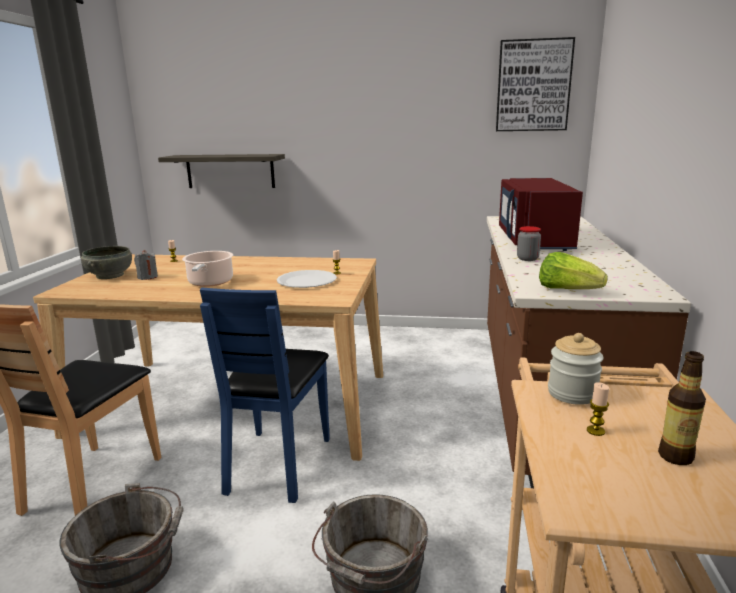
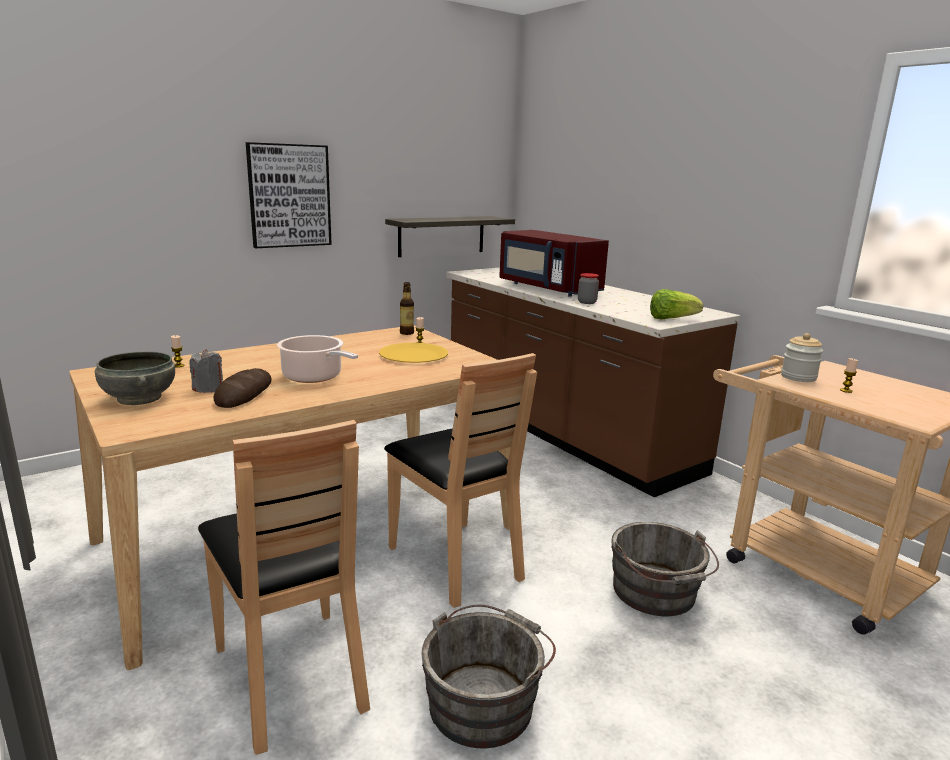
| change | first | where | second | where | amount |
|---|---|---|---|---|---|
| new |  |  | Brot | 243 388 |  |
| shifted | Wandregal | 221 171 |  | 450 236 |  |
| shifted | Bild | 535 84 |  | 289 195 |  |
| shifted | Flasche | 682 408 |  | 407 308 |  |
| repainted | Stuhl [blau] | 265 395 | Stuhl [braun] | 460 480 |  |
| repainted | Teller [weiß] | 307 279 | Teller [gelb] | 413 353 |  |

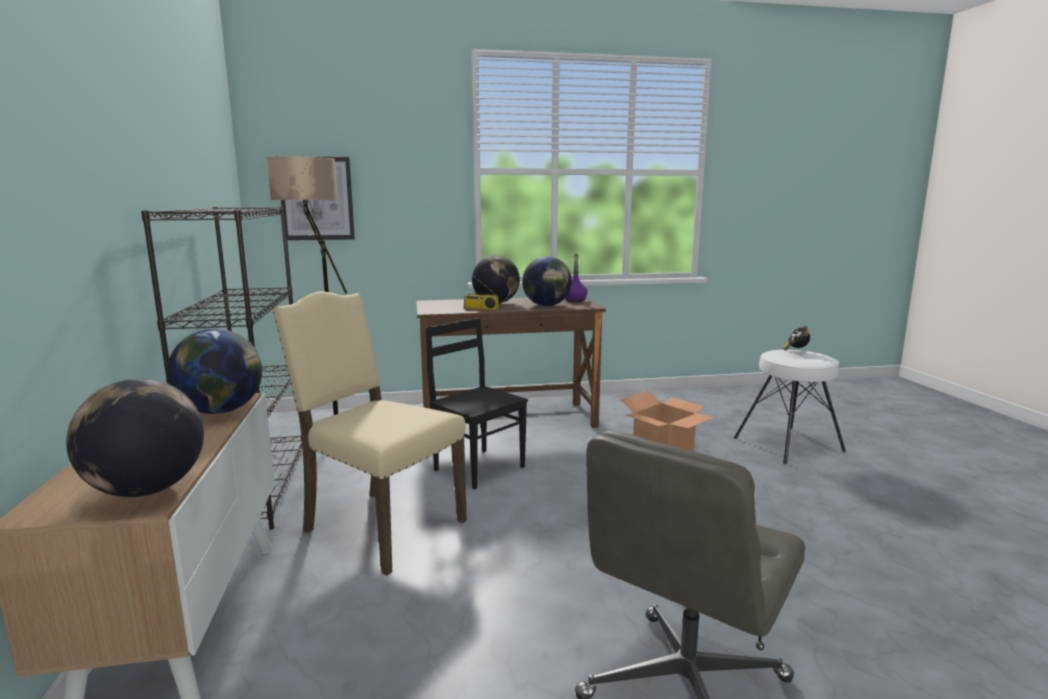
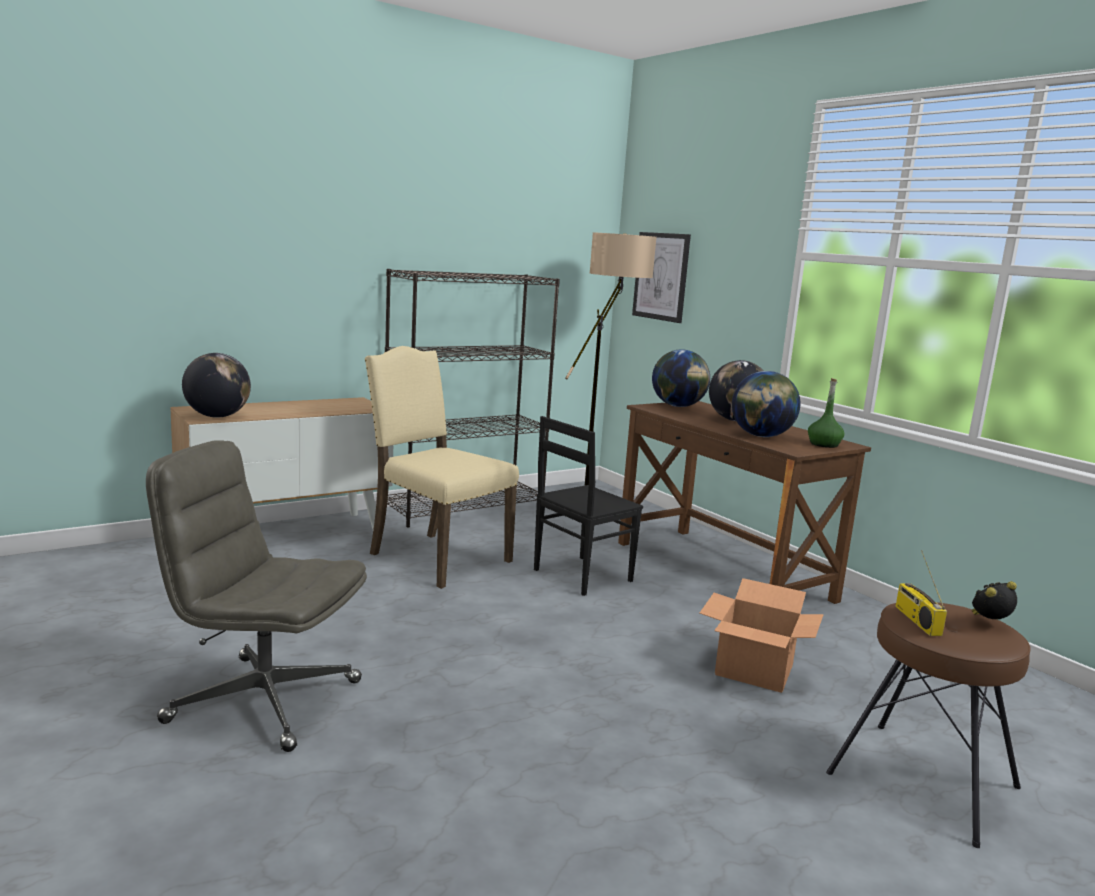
| change | first | where | second | where | amount |
|---|---|---|---|---|---|
| shifted | Globus | 214 371 |  | 681 378 |  |
| shifted | Radio | 481 292 |  | 921 593 |  |
| repainted | Flasche [lila] | 576 278 | Flasche [grün] | 826 413 |  |
| repainted | Hocker [weiß] | 790 407 | Hocker [braun] | 928 725 |  |
| rotated | Stuhl [beige] | 369 433 |  | 442 467 | 60 degrees counterclockwise |
| rotated | Stuhl [schwarz] | 477 403 |  | 588 506 | 150 degrees counterclockwise |

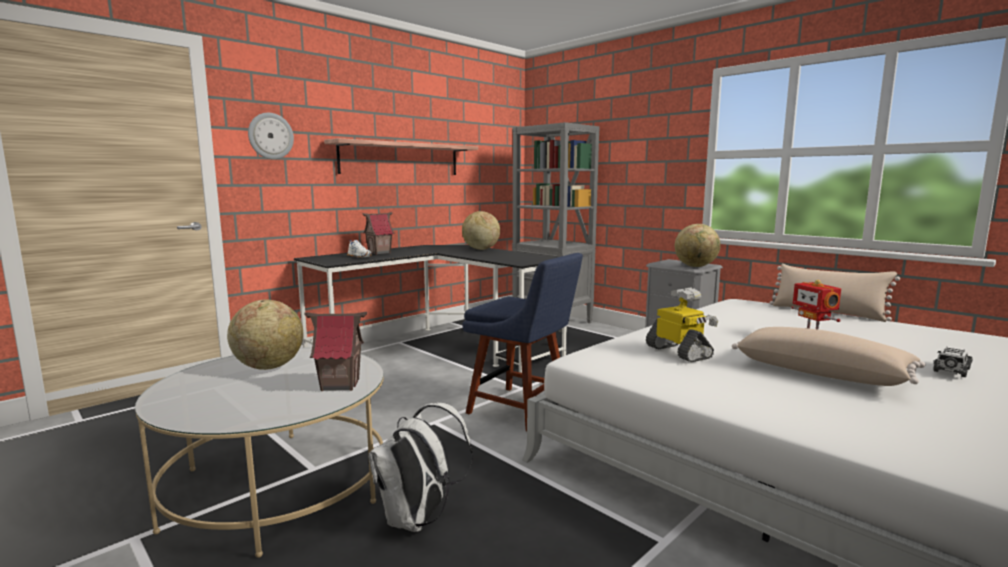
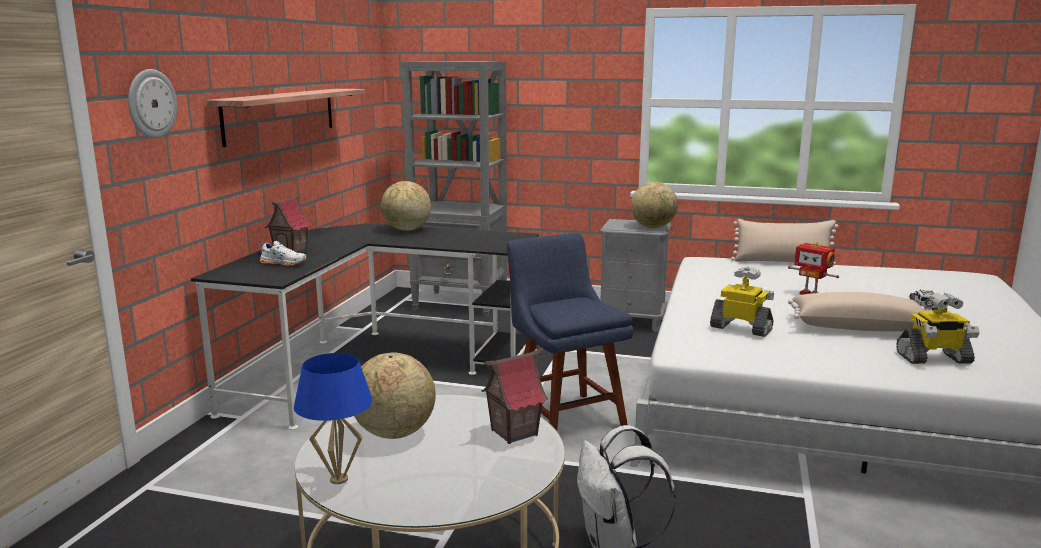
| change | first | where | second | where | amount |
|---|---|---|---|---|---|
| new |  |  | Tischlampe [blau] | 333 418 |  |
| new |  |  | Spielzeugroboter | 938 328 |  |
| rotated | Stuhl [blau] | 522 342 |  | 570 332 | 120 degrees counterclockwise |

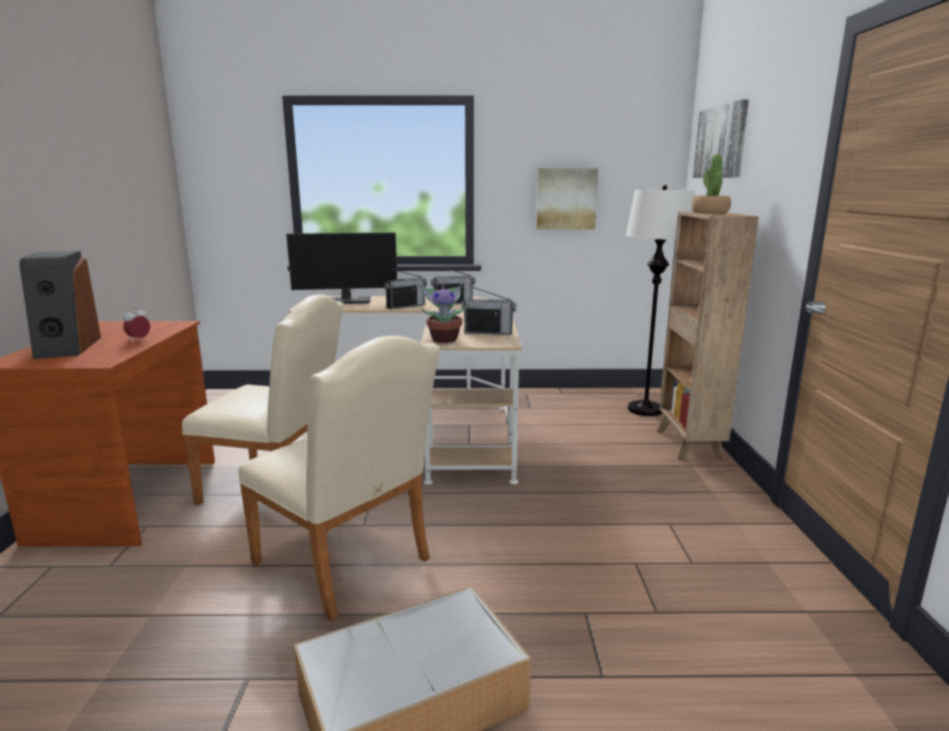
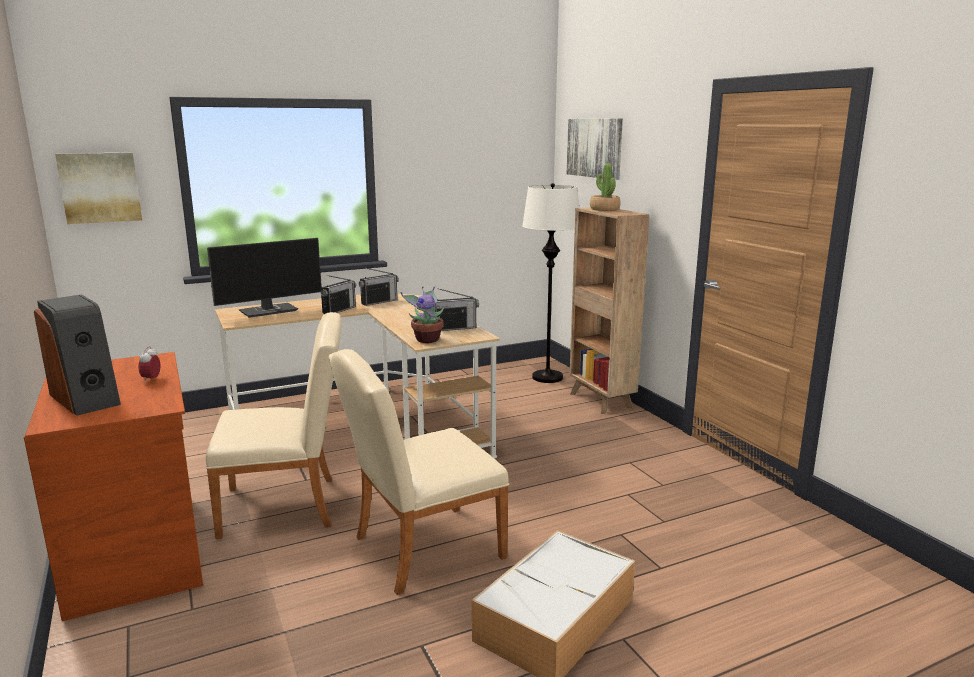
| change | first | where | second | where | amount |
|---|---|---|---|---|---|
| shifted | Bild | 567 198 |  | 98 188 |  |
| rotated | Stuhl [beige] | 339 478 |  | 419 472 | 135 degrees clockwise |

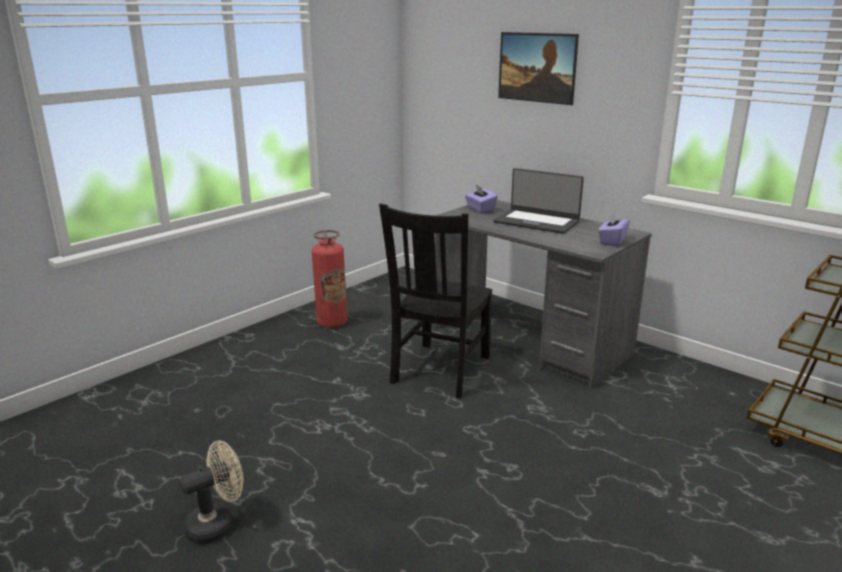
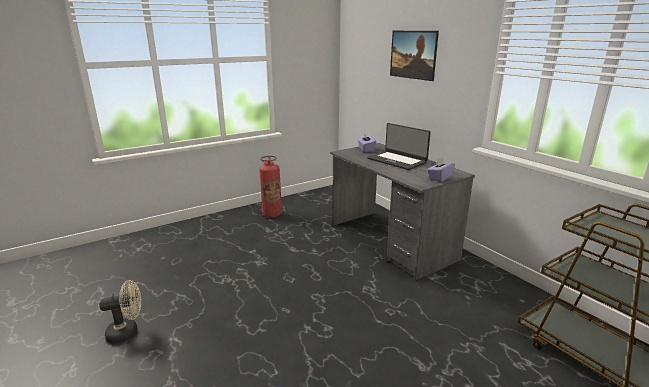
| change | first | where | second | where | amount |
|---|---|---|---|---|---|
| gone | Stuhl [schwarz] | 436 300 |  |  |  |

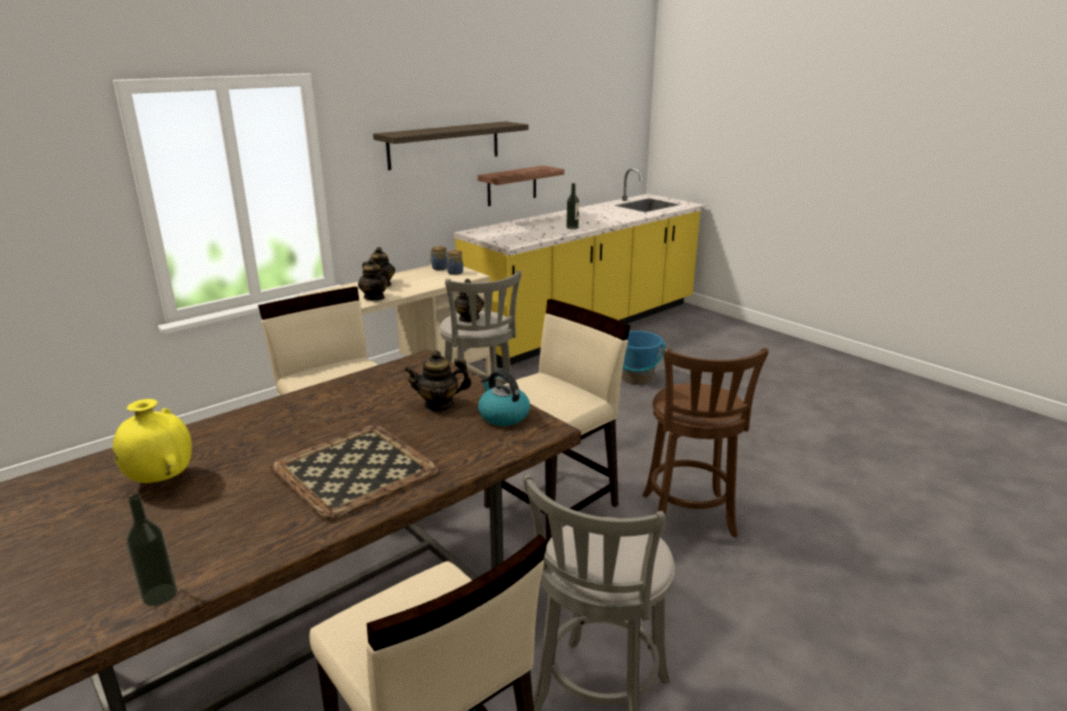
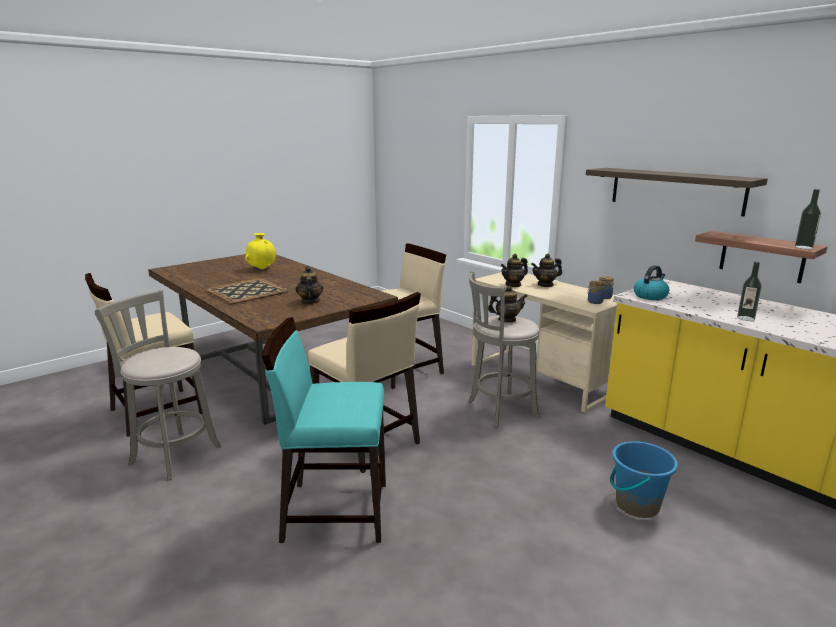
| change | first | where | second | where | amount |
|---|---|---|---|---|---|
| shifted | Flasche | 151 550 |  | 808 219 |  |
| shifted | Wasserkessel | 504 398 |  | 651 282 |  |
| swapped | Hocker [braun] | 705 443 | Stuhl [türkis] | 324 430 |  |

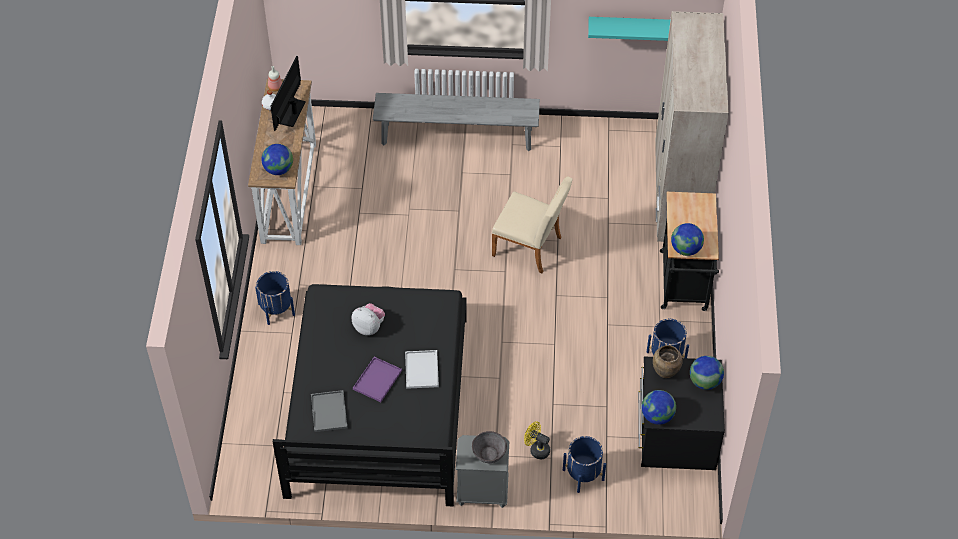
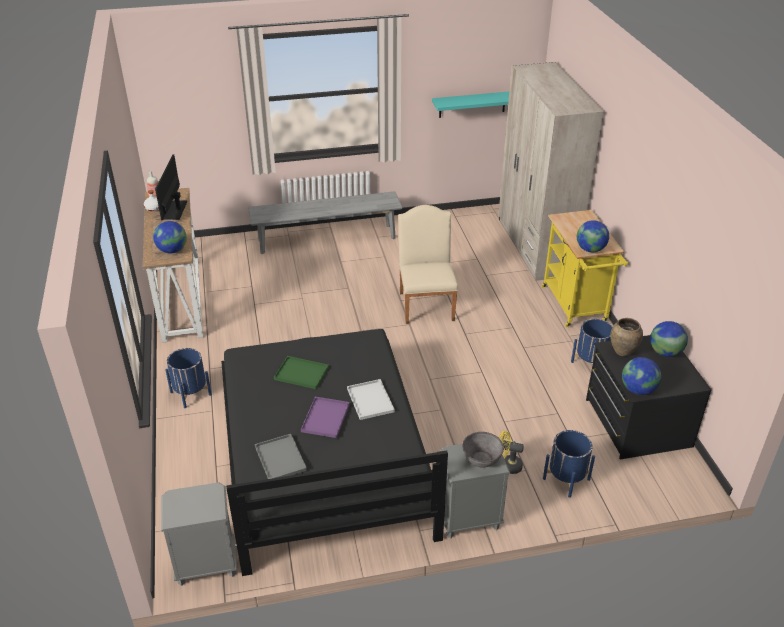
| change | first | where | second | where | amount |
|---|---|---|---|---|---|
| new |  |  | Nachttisch [grau] | 199 534 |  |
| swapped | Plüschtier | 368 319 | Tablett [grün] | 301 372 |  |
| repainted | Rollwagen [schwarz] | 689 251 | Rollwagen [gelb] | 584 268 |  |
| rotated | Stuhl [beige] | 532 225 |  | 428 264 | 105 degrees counterclockwise |

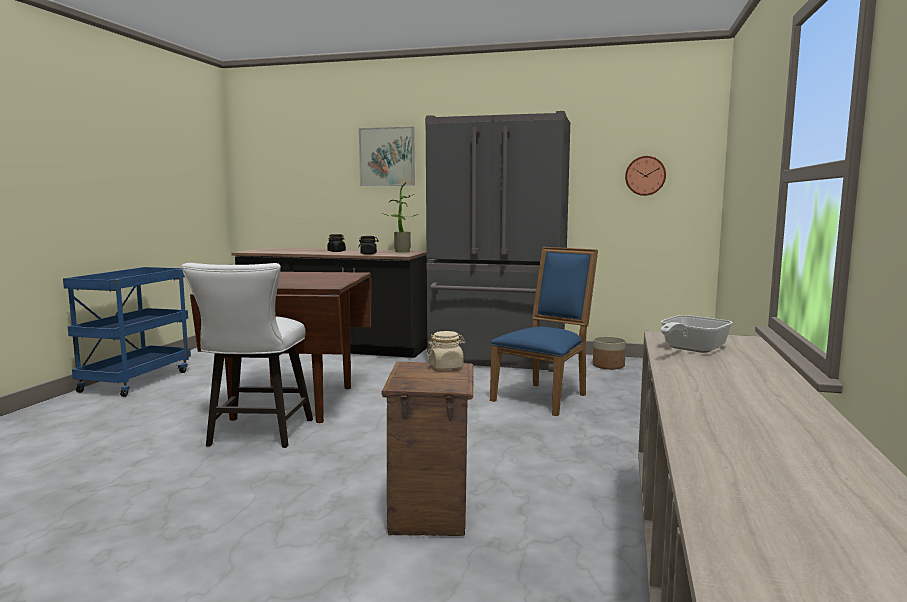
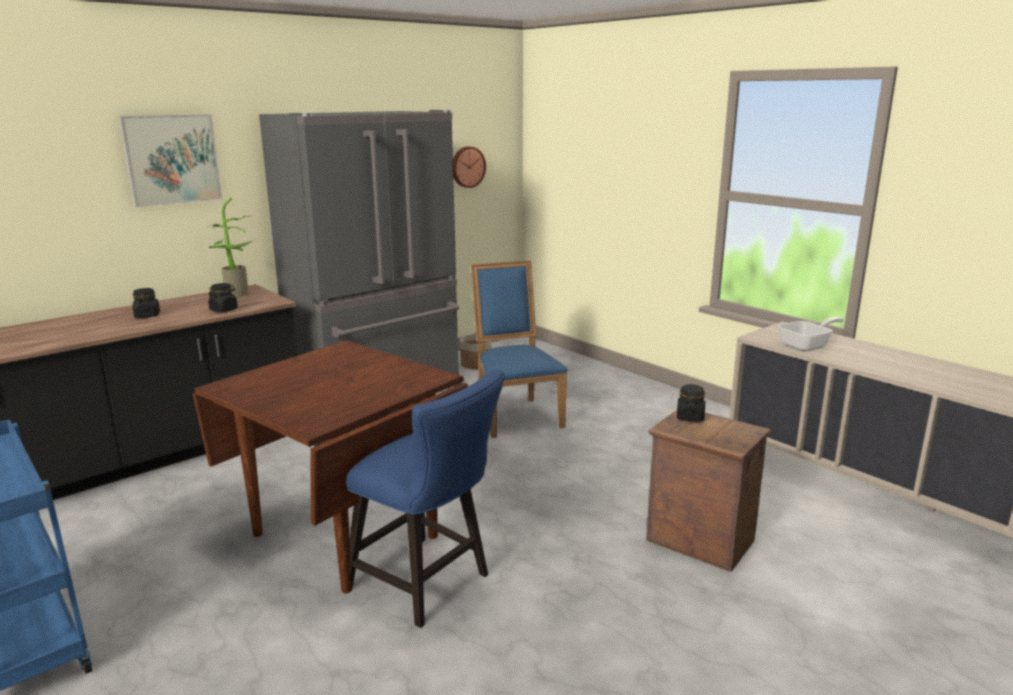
| change | first | where | second | where | amount |
|---|---|---|---|---|---|
| repainted | Stuhl [weiß] | 247 355 | Stuhl [blau] | 425 499 |  |
| repainted | Vorratsglas [beige] | 446 350 | Vorratsglas [schwarz] | 691 403 |  |
| rotated | Pfanne | 697 334 |  | 811 334 | 105 degrees counterclockwise |

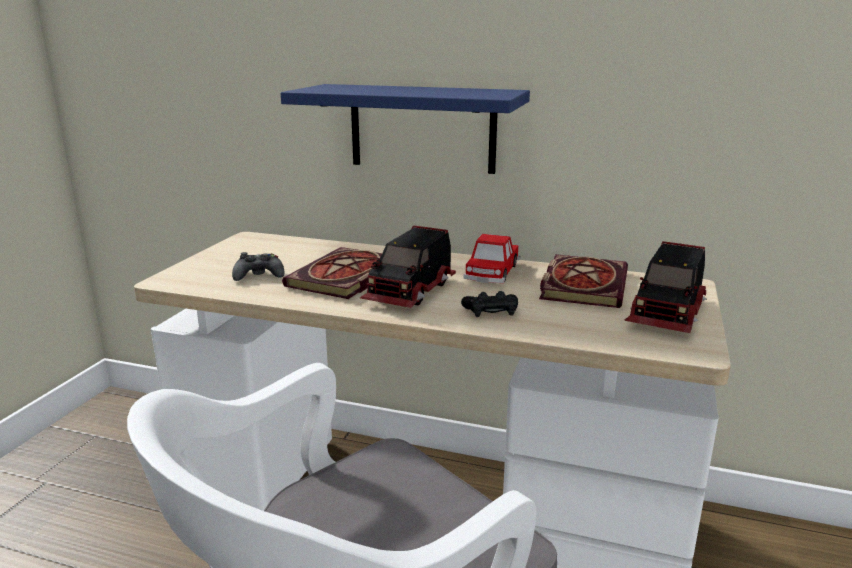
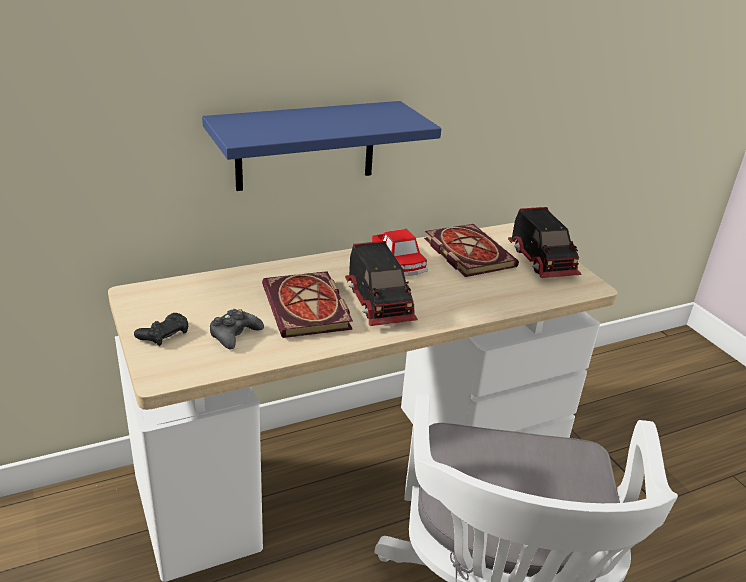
| change | first | where | second | where | amount |
|---|---|---|---|---|---|
| shifted | Gamepad [schwarz] | 489 304 |  | 161 329 |  |

